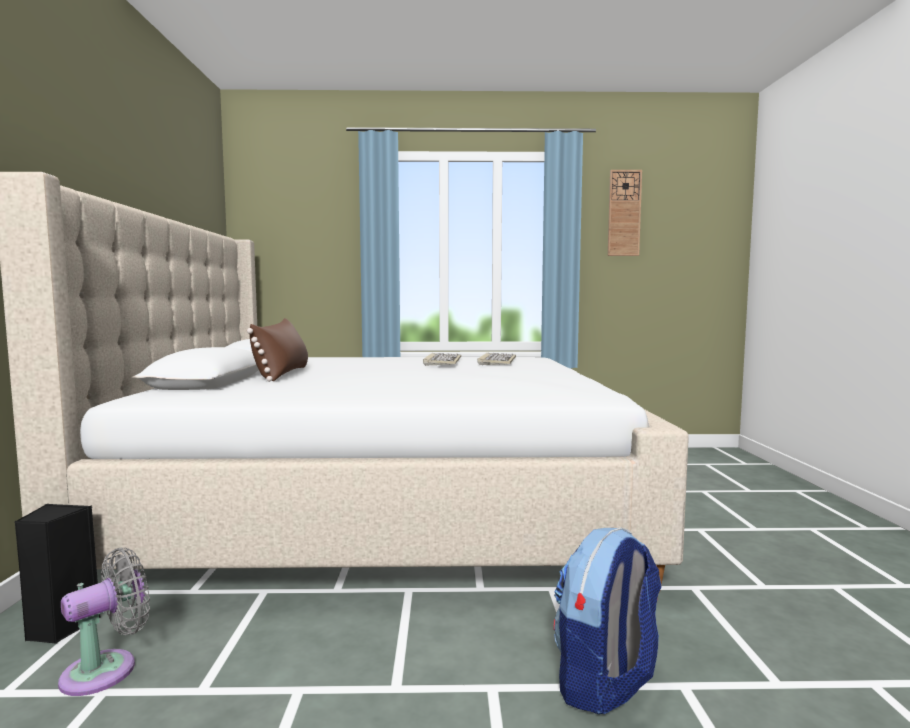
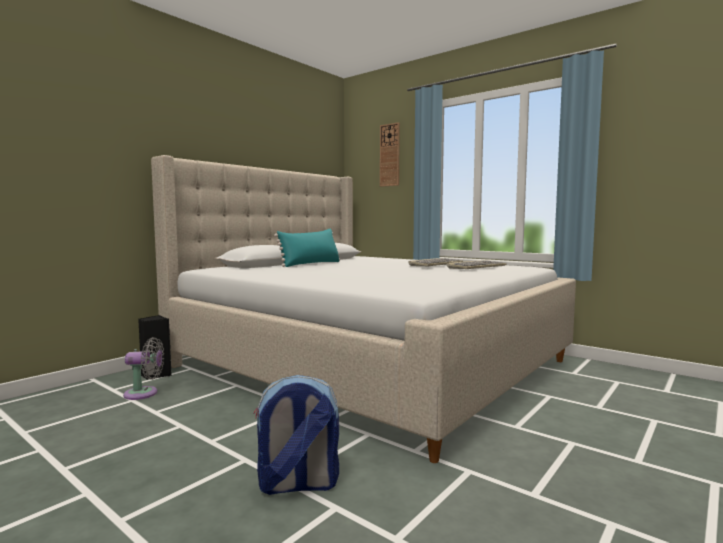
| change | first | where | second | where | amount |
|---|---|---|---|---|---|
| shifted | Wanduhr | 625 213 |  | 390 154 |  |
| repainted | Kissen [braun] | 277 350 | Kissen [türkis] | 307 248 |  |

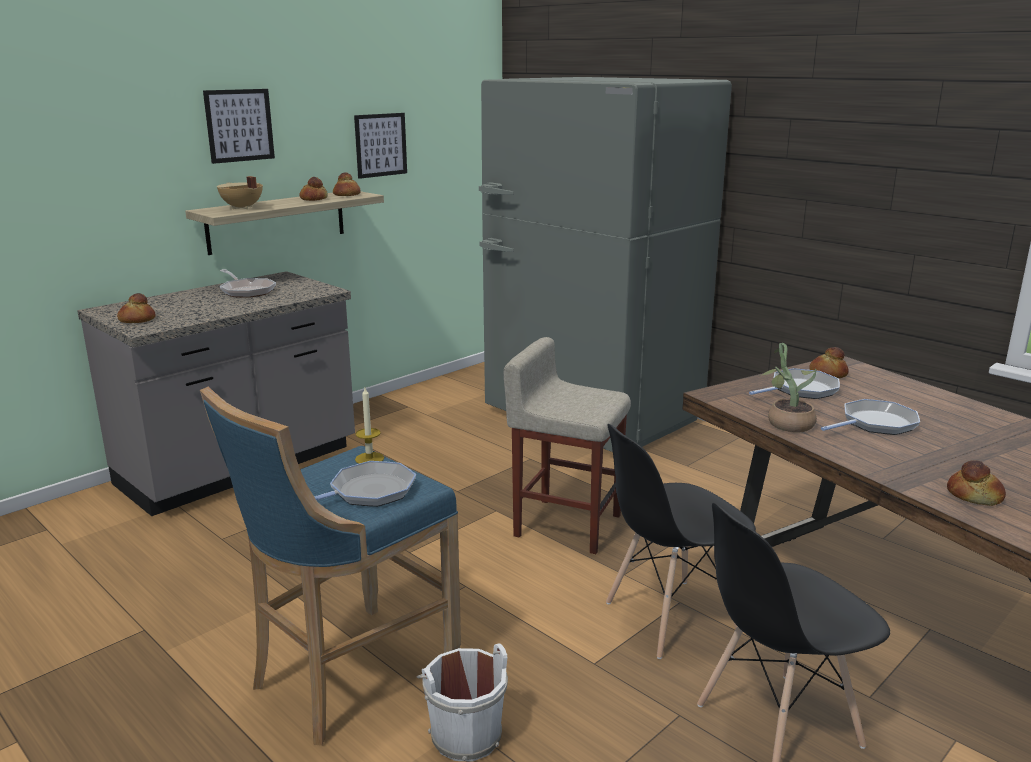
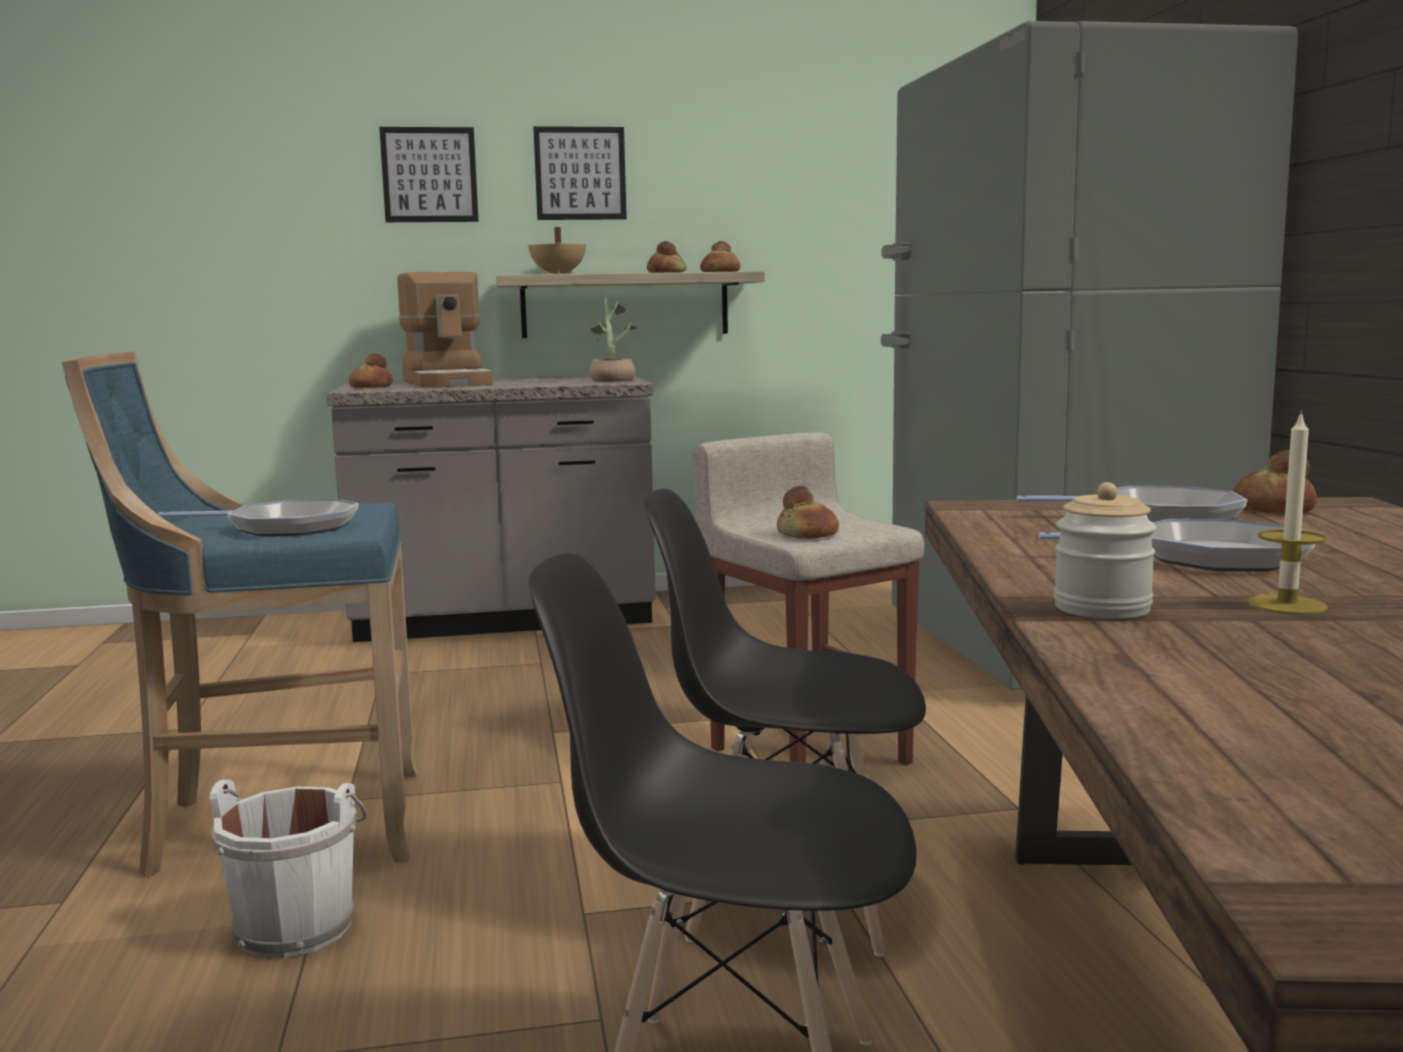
| change | first | where | second | where | amount |
|---|---|---|---|---|---|
| gone | Pfanne | 248 283 |  |  |  |
| new |  |  | Kaffeemaschine | 445 329 |  |
| new |  |  | Vorratsglas | 1105 550 |  |
| shifted | Bild | 380 146 |  | 429 174 |  |
| shifted | Kerze | 369 426 |  | 1287 512 |  |
| shifted | Topfpflanze | 788 388 |  | 613 340 |  |
| shifted | Brot | 976 483 |  | 808 512 |  |

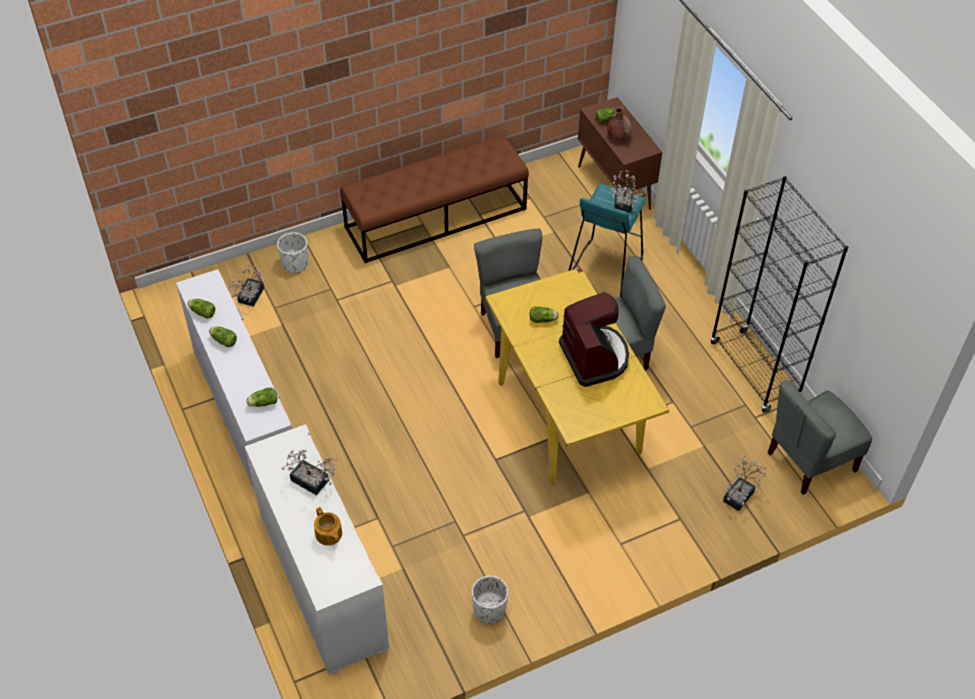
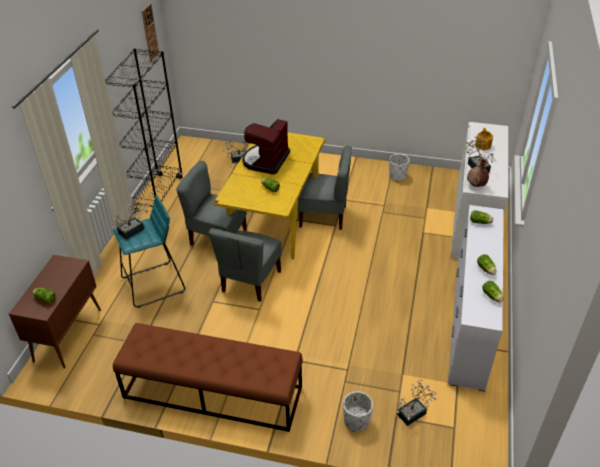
| change | first | where | second | where | amount |
|---|---|---|---|---|---|
| new |  |  | Wanduhr | 150 33 |  |
| shifted | Vase [braun] | 619 123 |  | 478 172 |  |
| shifted | Stuhl [grau] | 820 437 |  | 325 188 |  |

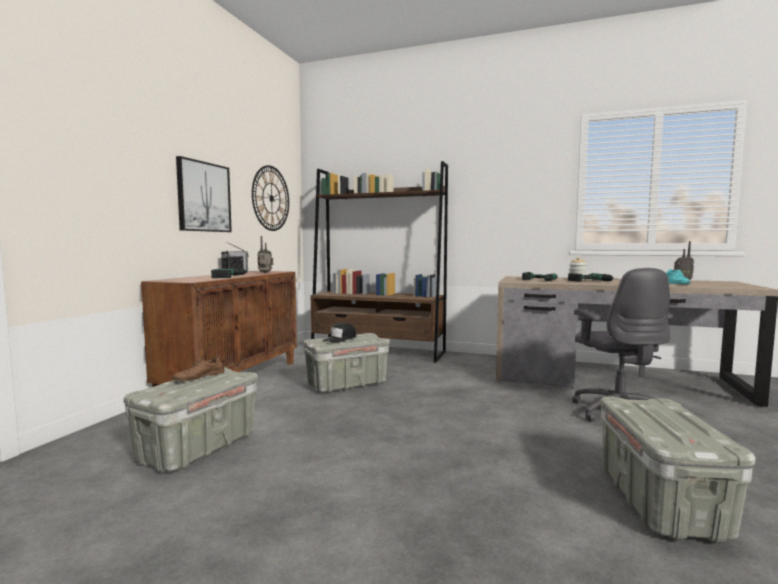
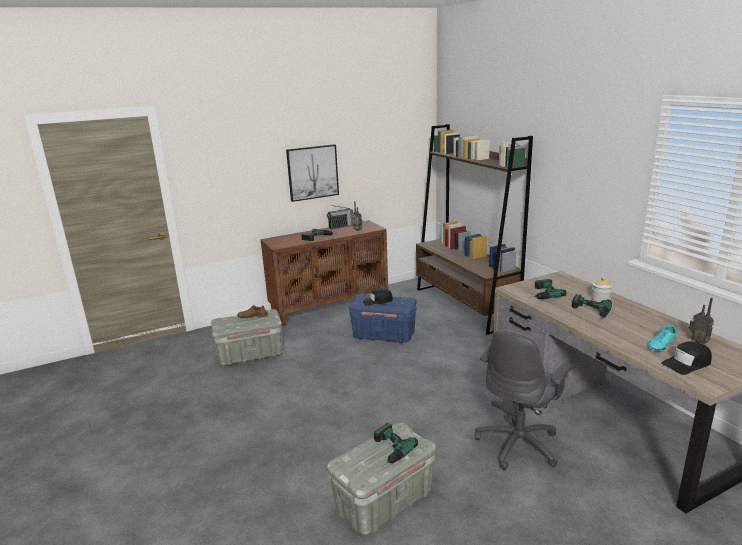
| change | first | where | second | where | amount |
|---|---|---|---|---|---|
| gone | Wanduhr | 270 198 |  |  |  |
| new |  |  | Bohrmaschine | 396 444 |  |
| new |  |  | Kappe [schwarz] | 686 358 |  |
| repainted | Aufbewahrungsbox [grau] | 346 363 | Aufbewahrungsbox [blau] | 383 318 |  |

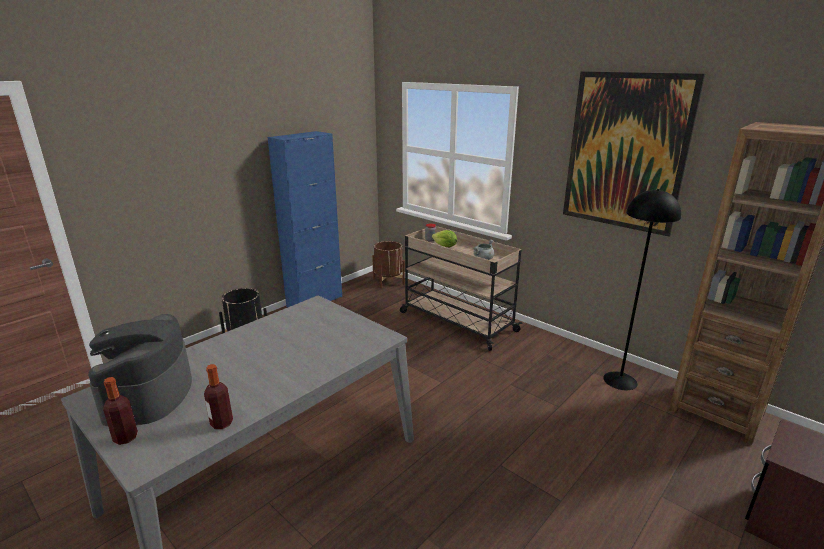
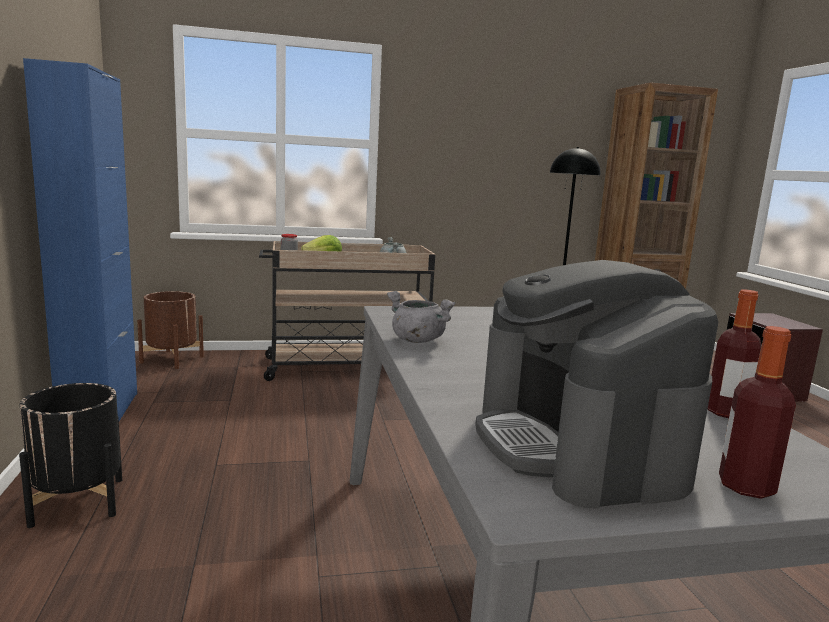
| change | first | where | second | where | amount |
|---|---|---|---|---|---|
| gone | Bild | 634 153 |  |  |  |
| new |  |  | Kochtopf [grau] | 421 317 |  |
| rotated | Kaffeemaschine | 140 370 |  | 596 384 | 45 degrees clockwise |

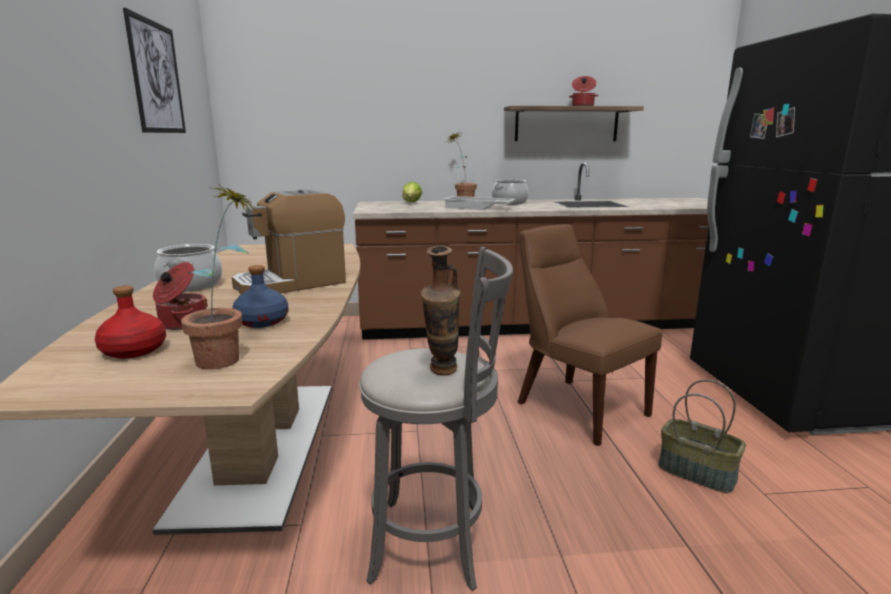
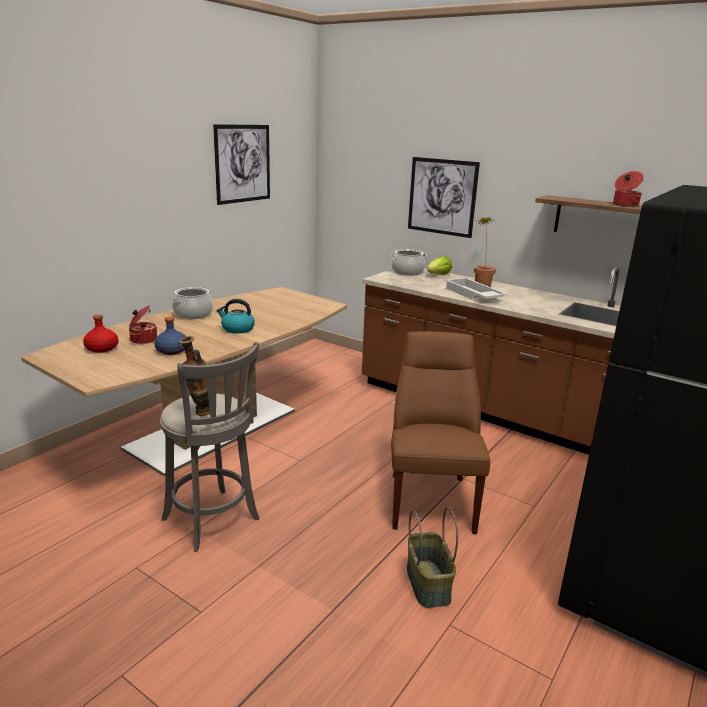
| change | first | where | second | where | amount |
|---|---|---|---|---|---|
| gone | Topfpflanze | 219 277 |  |  |  |
| new |  |  | Bild | 444 197 |  |
| shifted | Kochtopf | 510 192 |  | 409 262 |  |
| swapped | Kaffeemaschine | 289 241 | Wasserkessel | 236 316 |  |

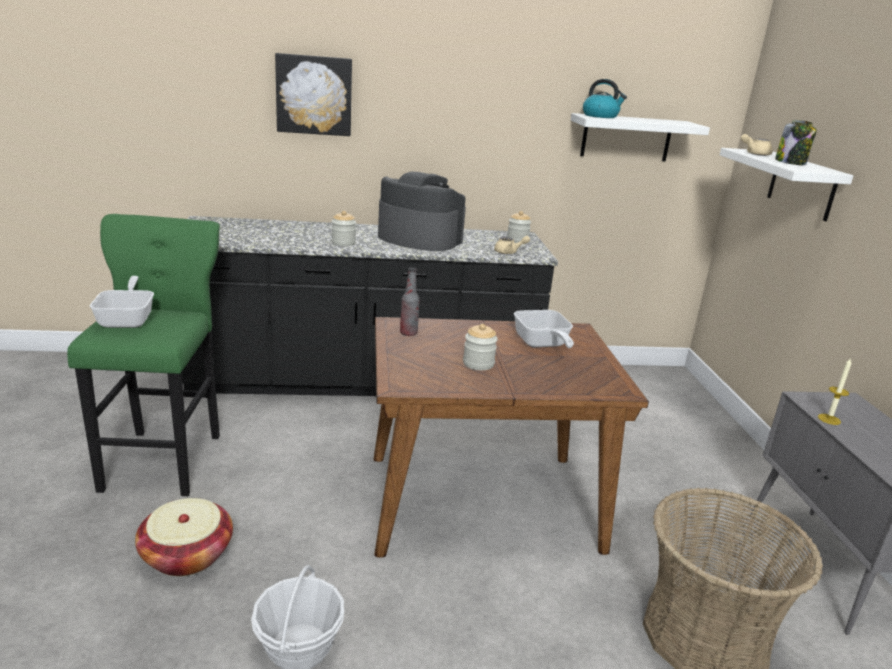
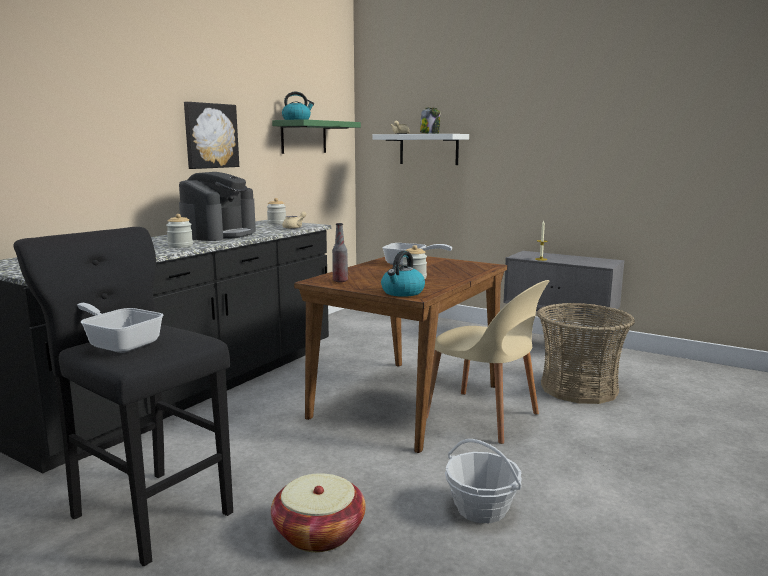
| change | first | where | second | where | amount |
|---|---|---|---|---|---|
| new |  |  | Wasserkessel | 403 274 |  |
| new |  |  | Stuhl [beige] | 488 362 |  |
| shifted | Bild | 313 94 |  | 211 135 |  |
| repainted | Hocker [grün] | 143 355 | Hocker [schwarz] | 123 396 |  |
| repainted | Wandregal [weiß] | 640 137 | Wandregal [grün] | 316 136 |  |
| rotated | Kaffeemaschine | 422 211 |  | 217 206 | 135 degrees clockwise |

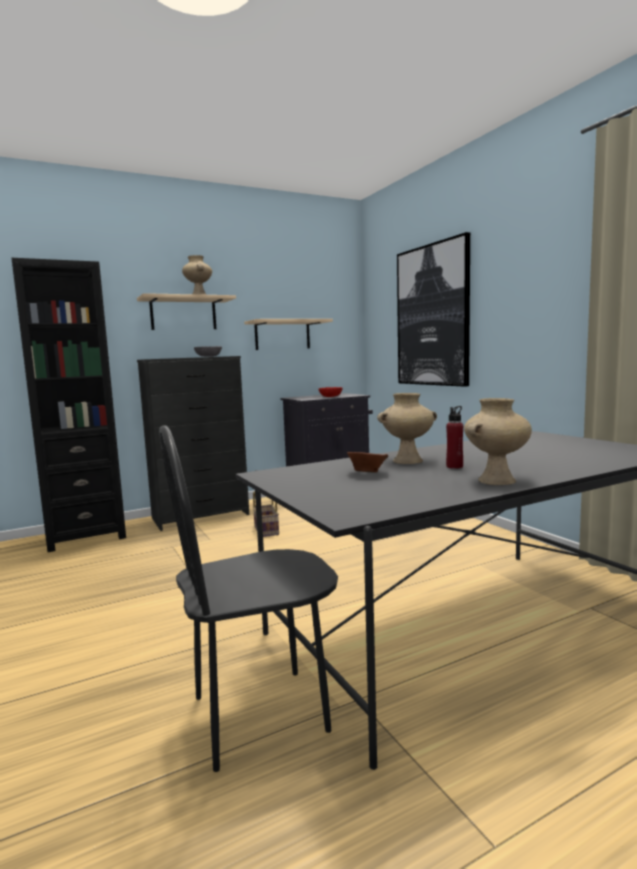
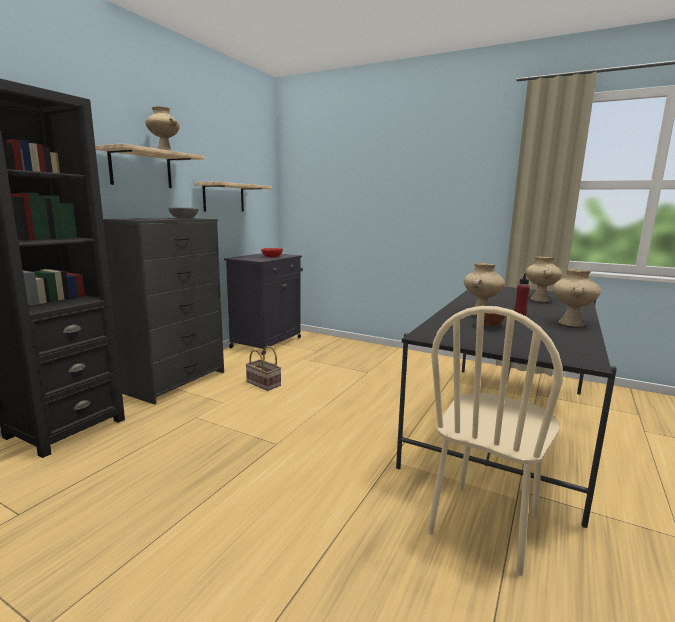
| change | first | where | second | where | amount |
|---|---|---|---|---|---|
| gone | Bild | 433 309 |  |  |  |
| new |  |  | Vase [beige] | 544 279 |  |
| repainted | Stuhl [schwarz] | 248 598 | Stuhl [beige] | 495 441 |  |

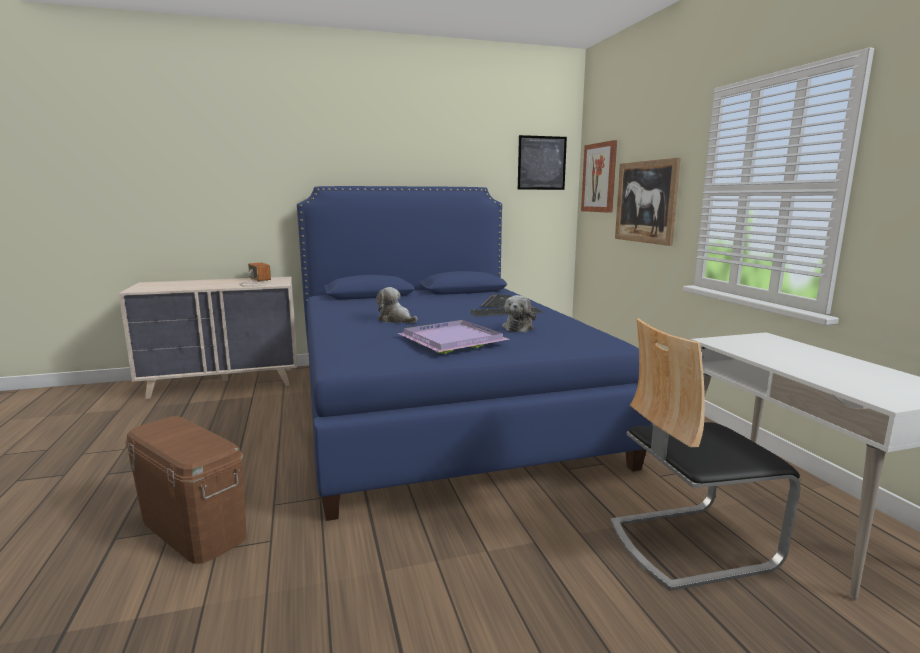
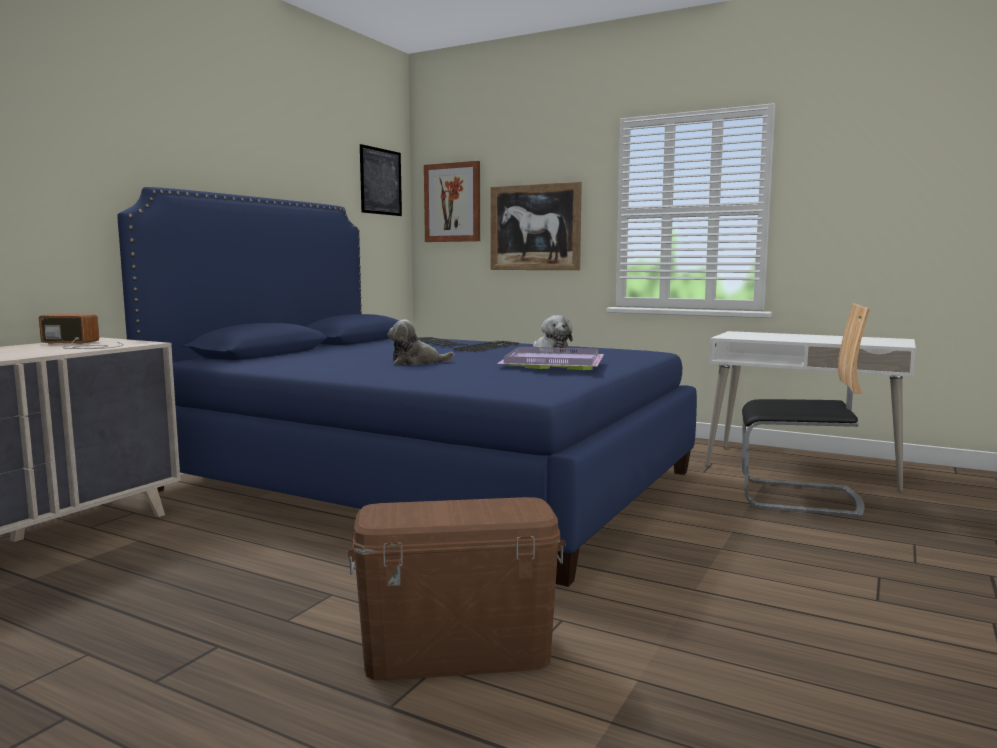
| change | first | where | second | where | amount |
|---|---|---|---|---|---|
| rotated | Stuhl | 705 454 |  | 806 410 | 105 degrees counterclockwise |

